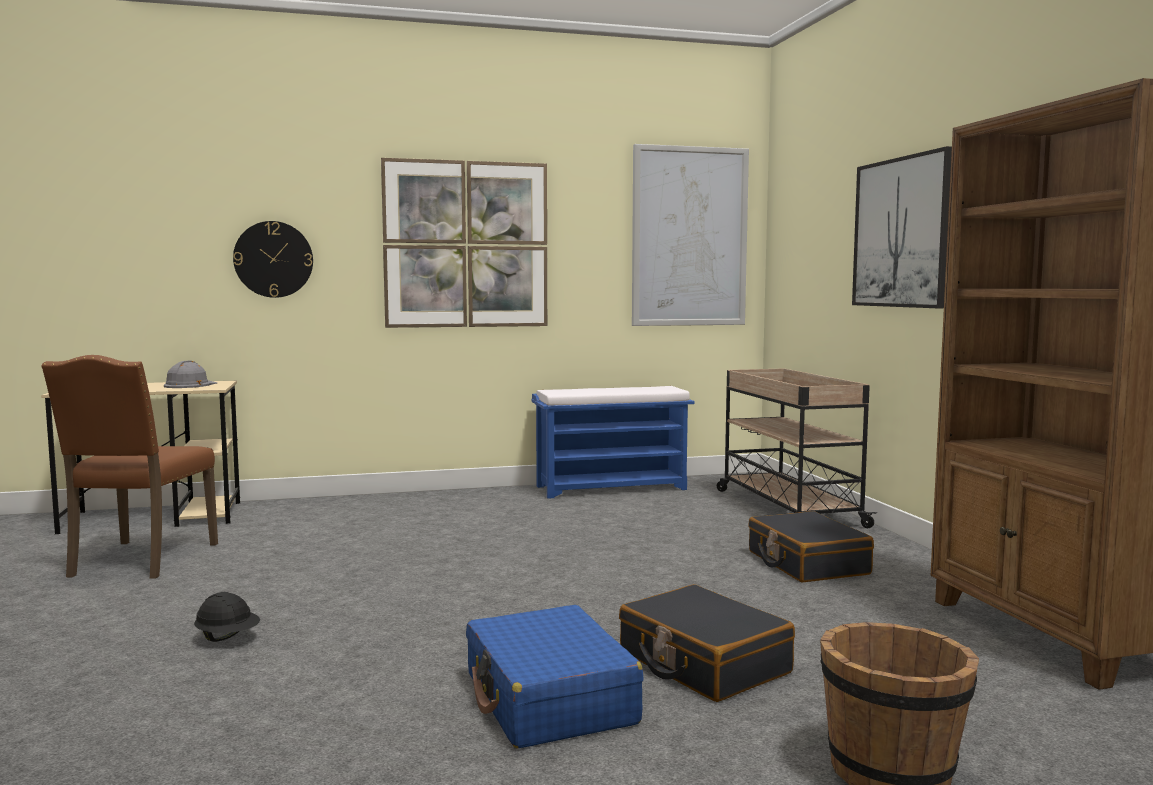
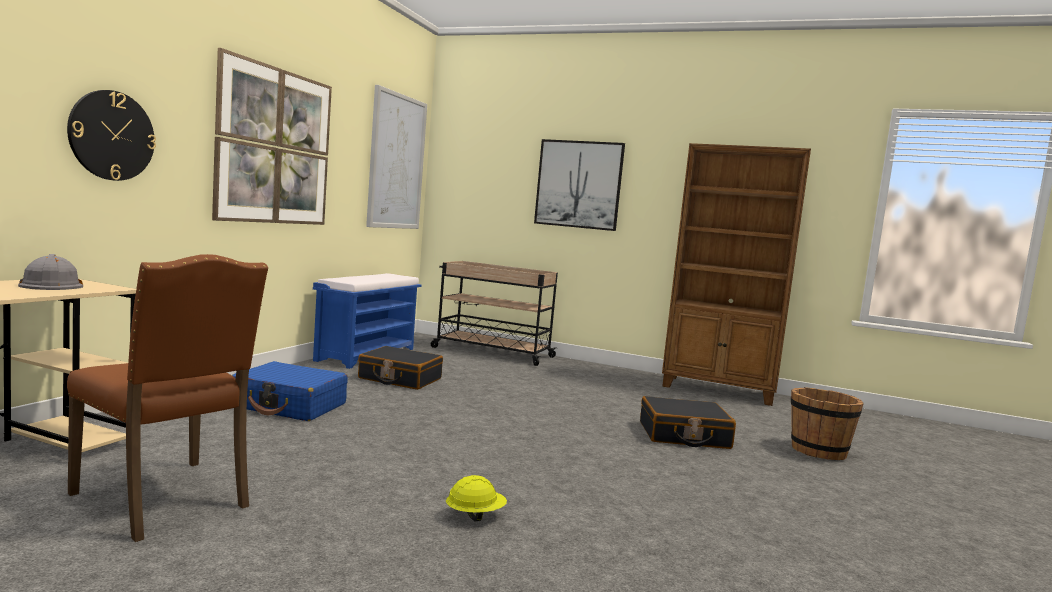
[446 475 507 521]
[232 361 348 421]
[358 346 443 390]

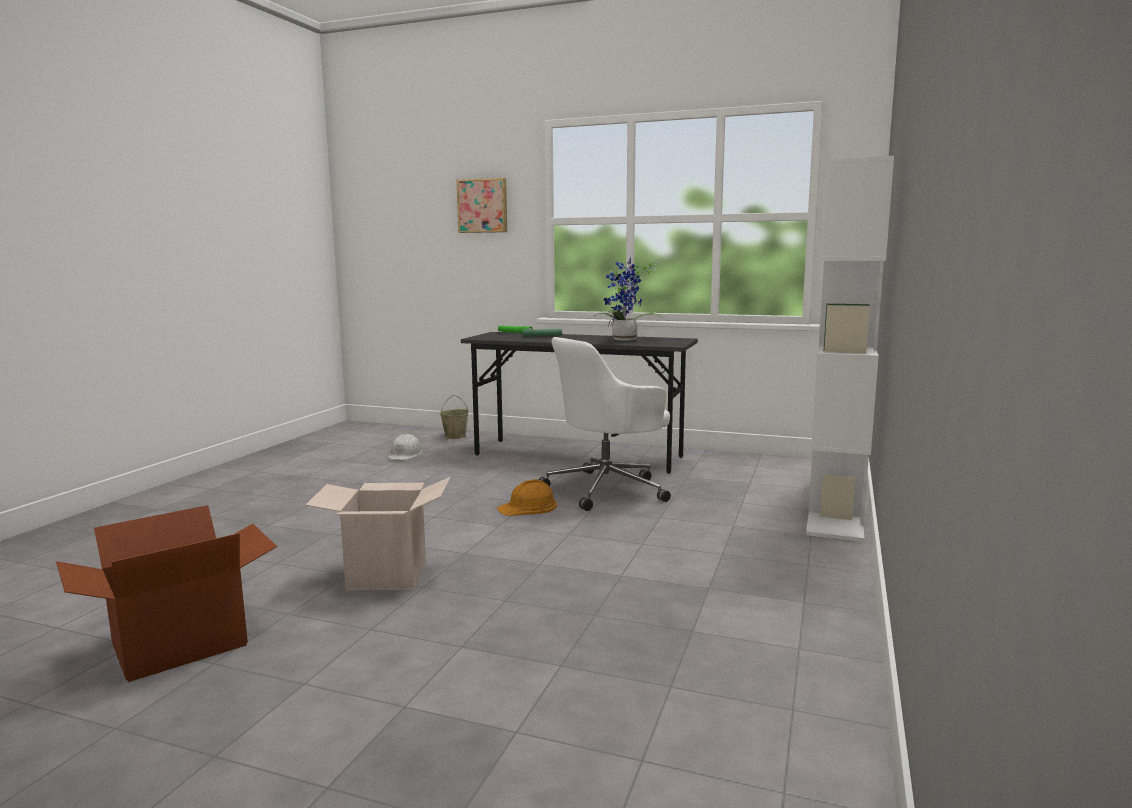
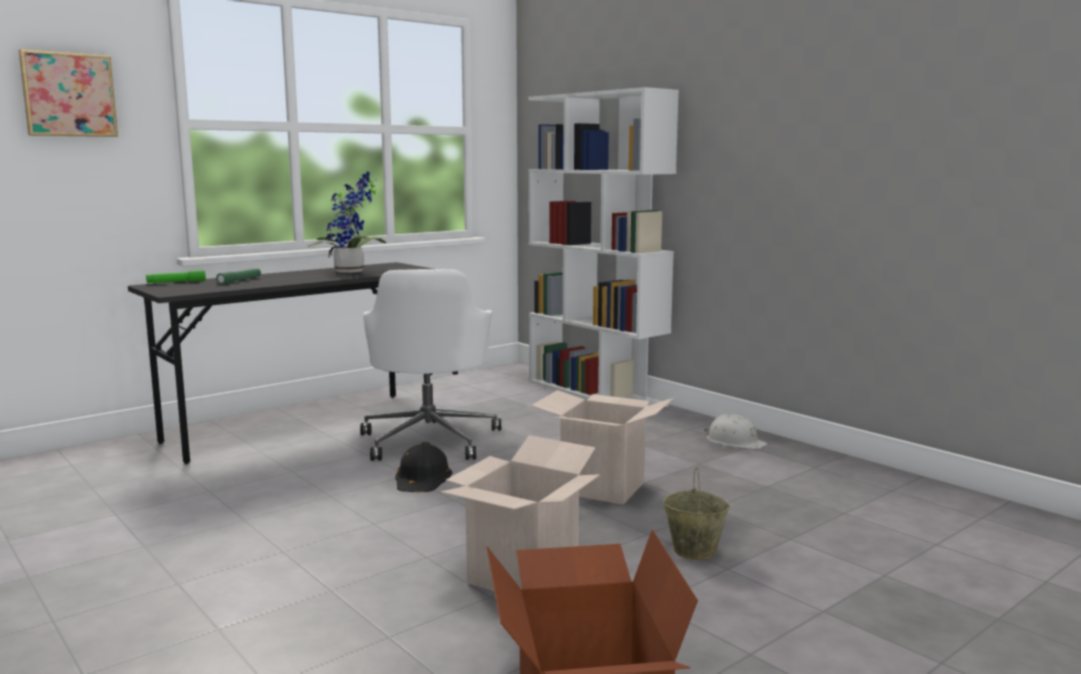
[704 414 768 449]
[663 468 730 560]
[395 442 452 492]
[531 390 675 505]

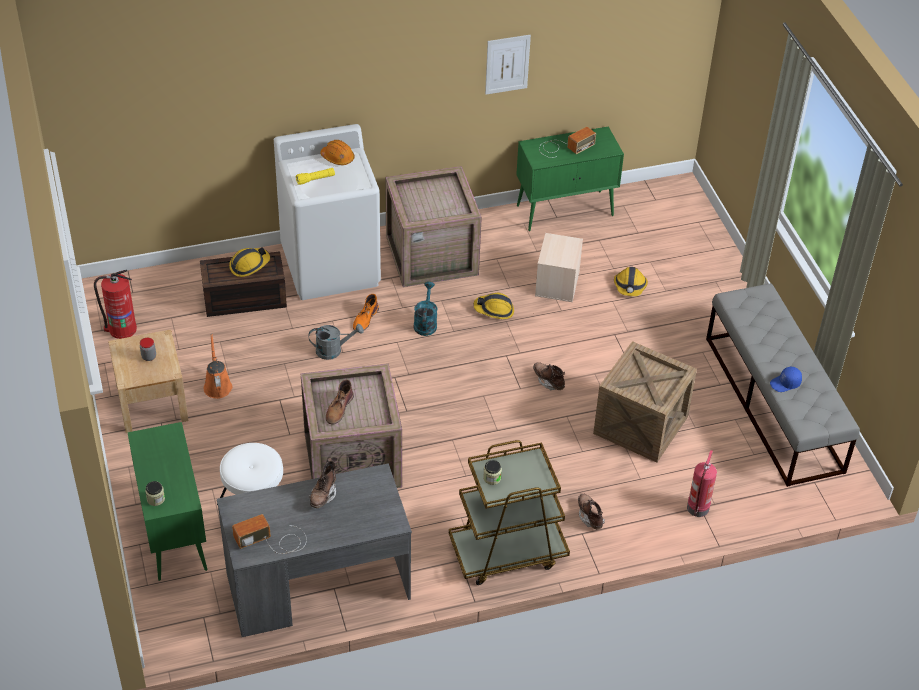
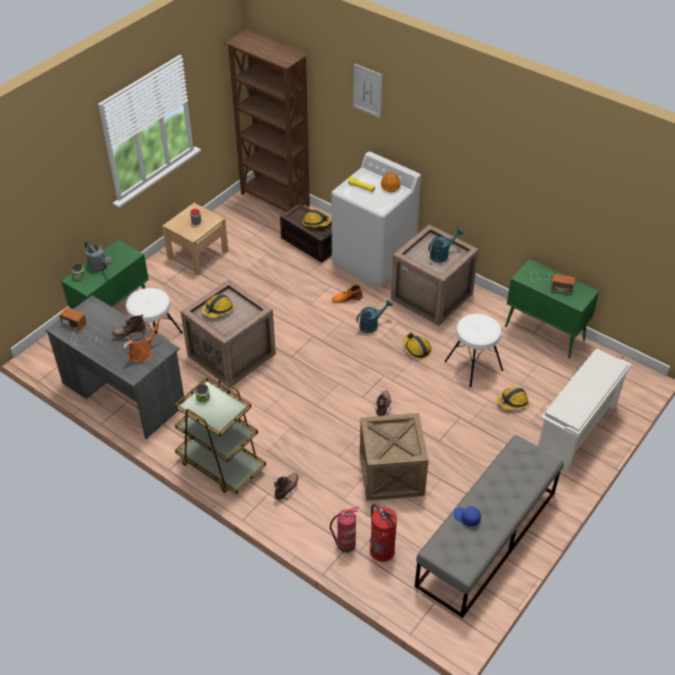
[370 504 397 562]
[122 315 163 362]
[85 241 112 272]
[202 294 234 318]
[353 64 382 118]
[444 314 503 388]
[225 29 310 212]
[428 228 463 262]
[538 349 631 472]

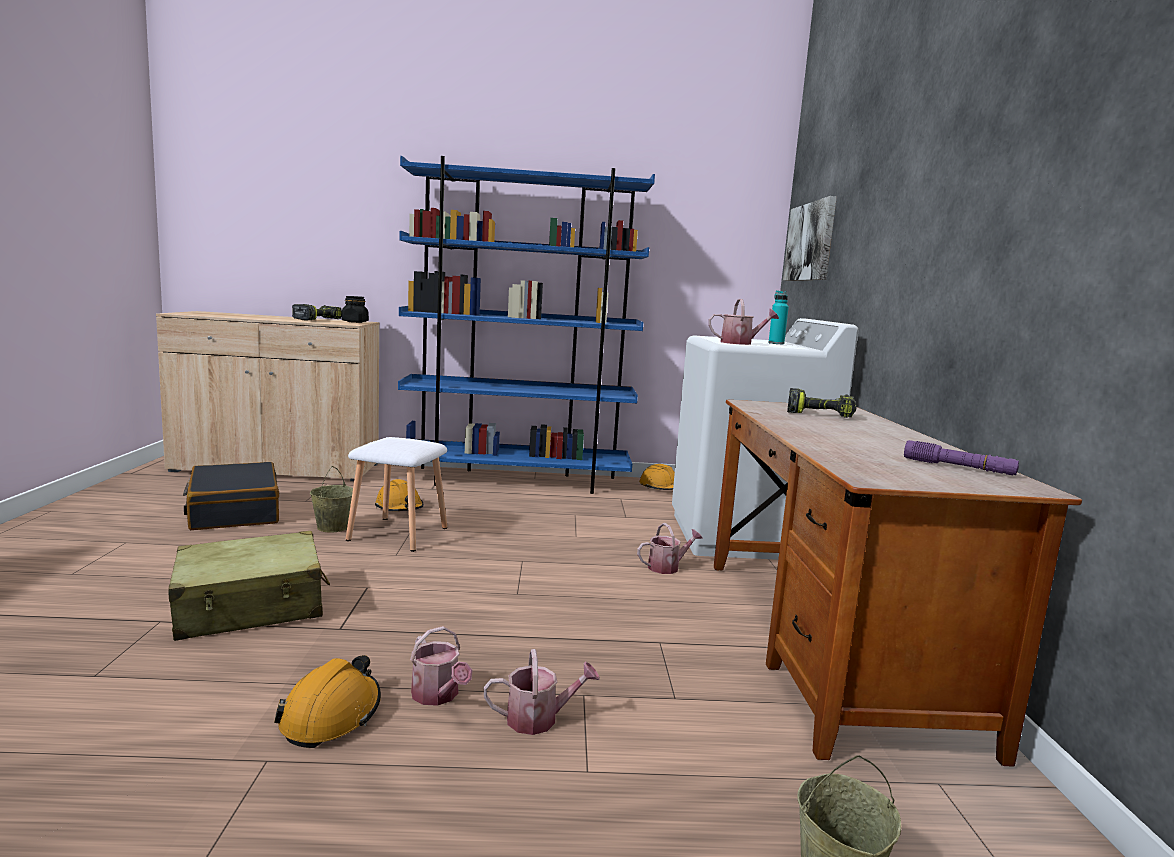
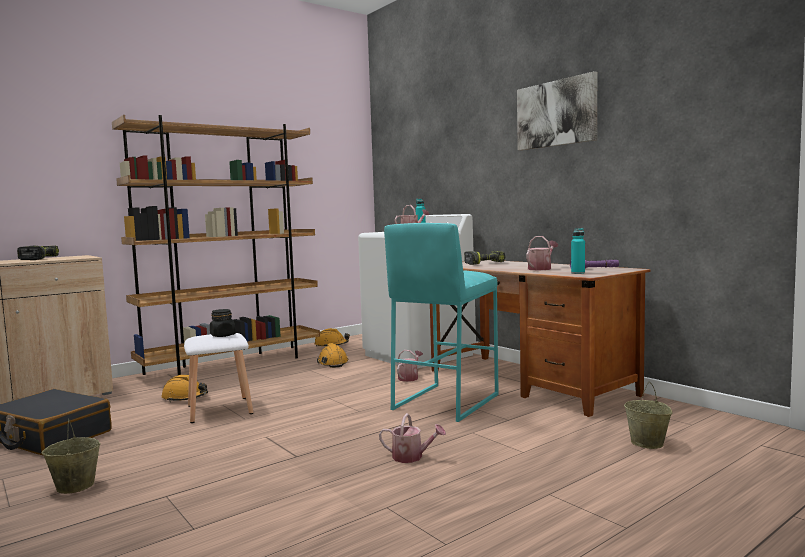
[168 531 330 641] (first image)
[317 343 349 368]
[42 419 101 494]
[210 309 236 337]
[112 115 320 375]
[526 236 558 270]
[517 71 597 150]
[384 223 499 422]
[571 228 585 274]

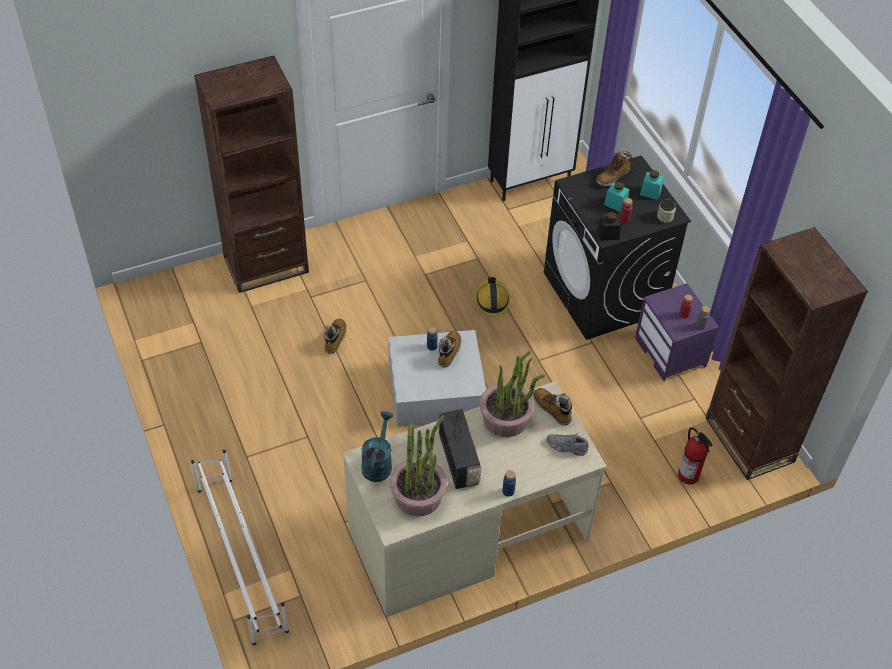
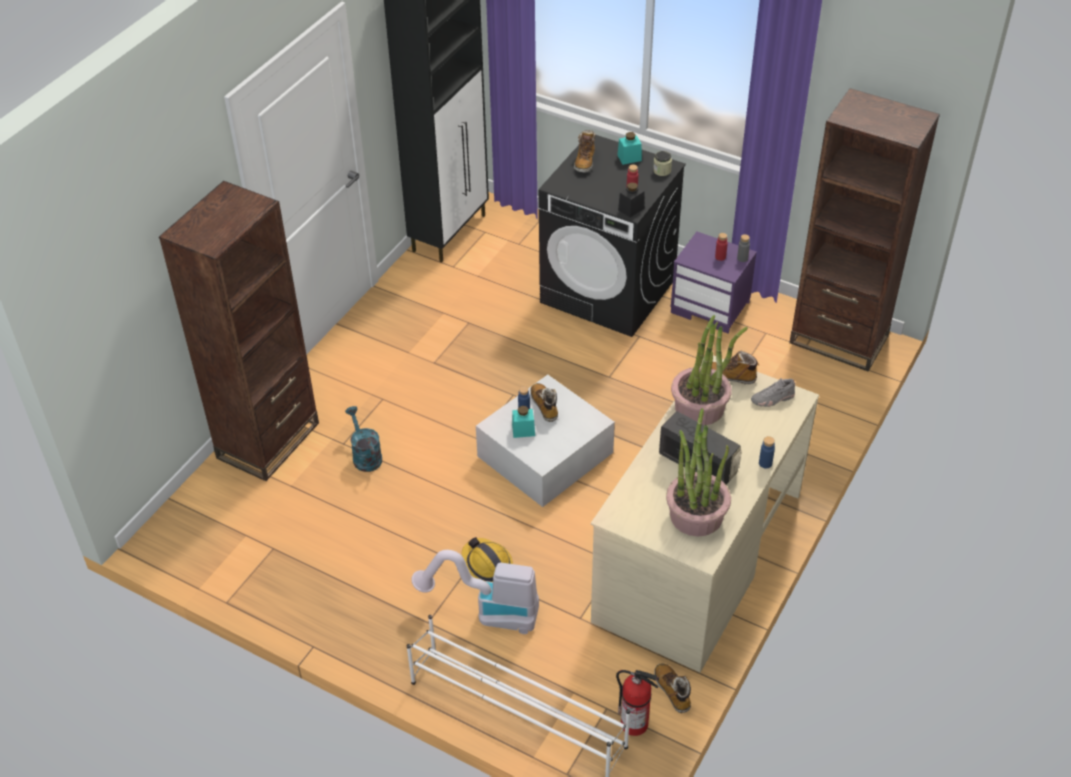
[654 663 691 713]
[345 406 382 472]
[462 537 513 582]
[512 406 535 438]
[616 670 659 736]
[411 550 539 634]

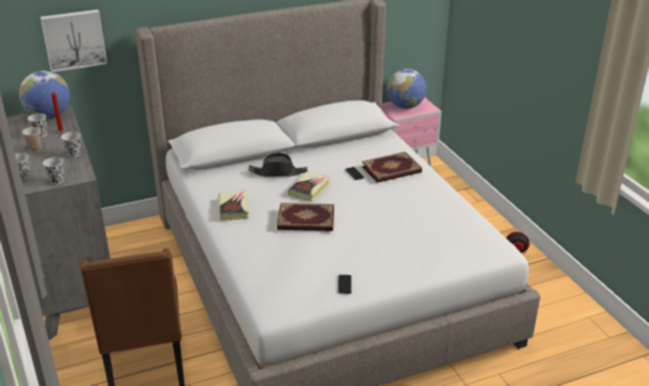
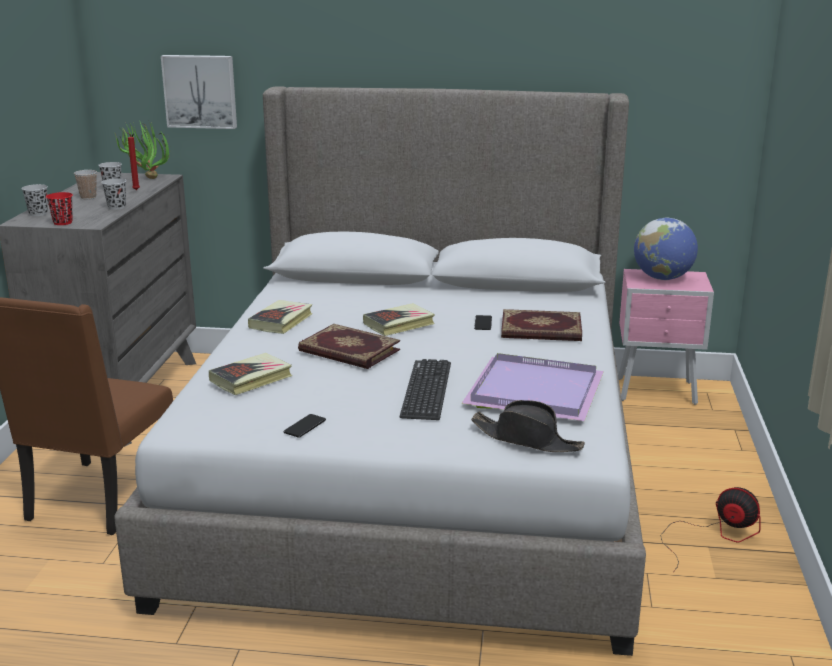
[114 122 170 179]
[46 192 73 225]
[471 400 585 452]
[209 353 292 395]
[400 359 451 420]
[461 353 604 421]

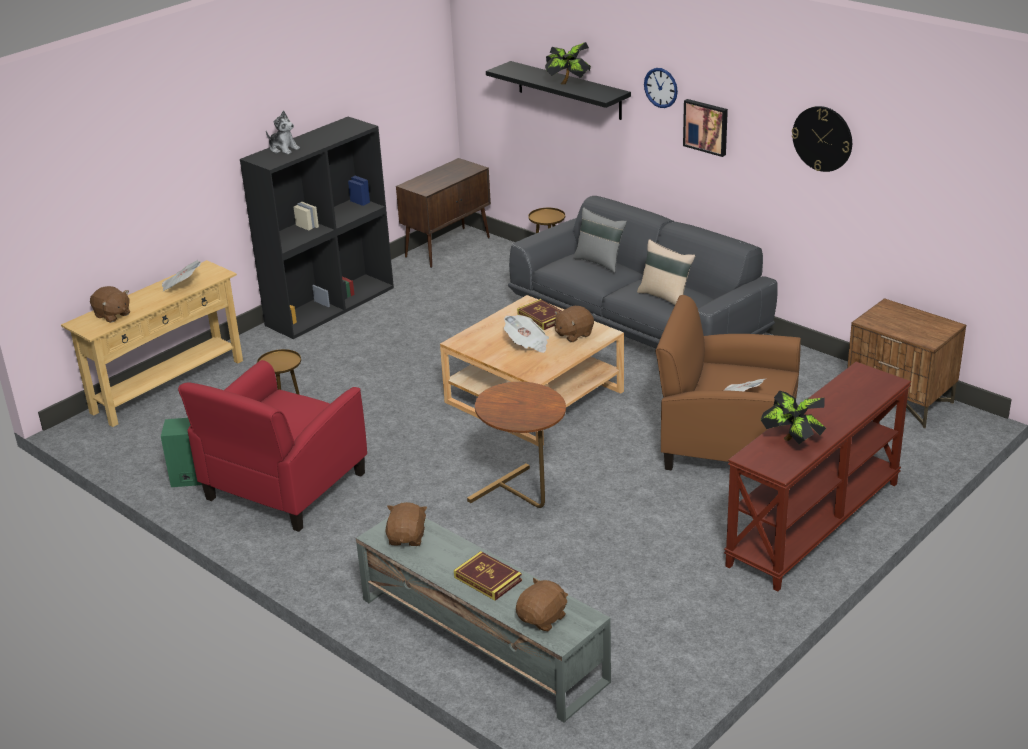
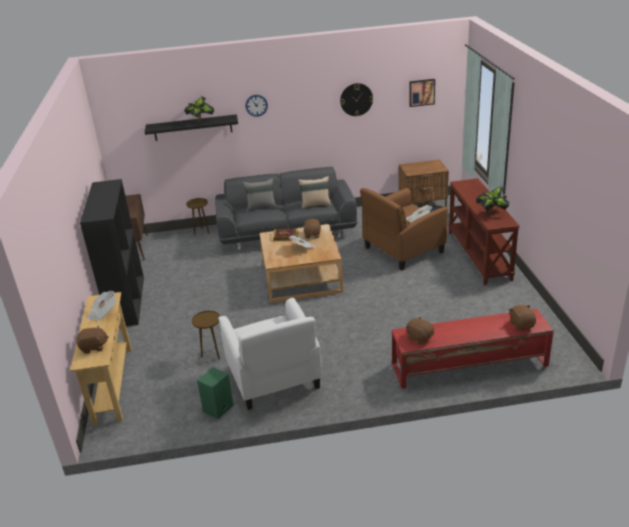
[218 298 322 410]
[266 111 300 154] (first image)
[392 309 554 389]
[454 551 522 601] (first image)
[467 382 566 508] (first image)
[409 79 435 107]

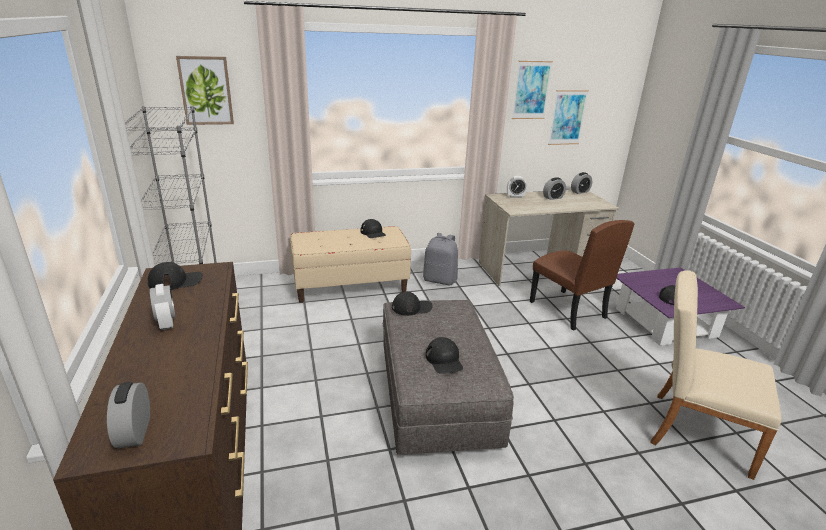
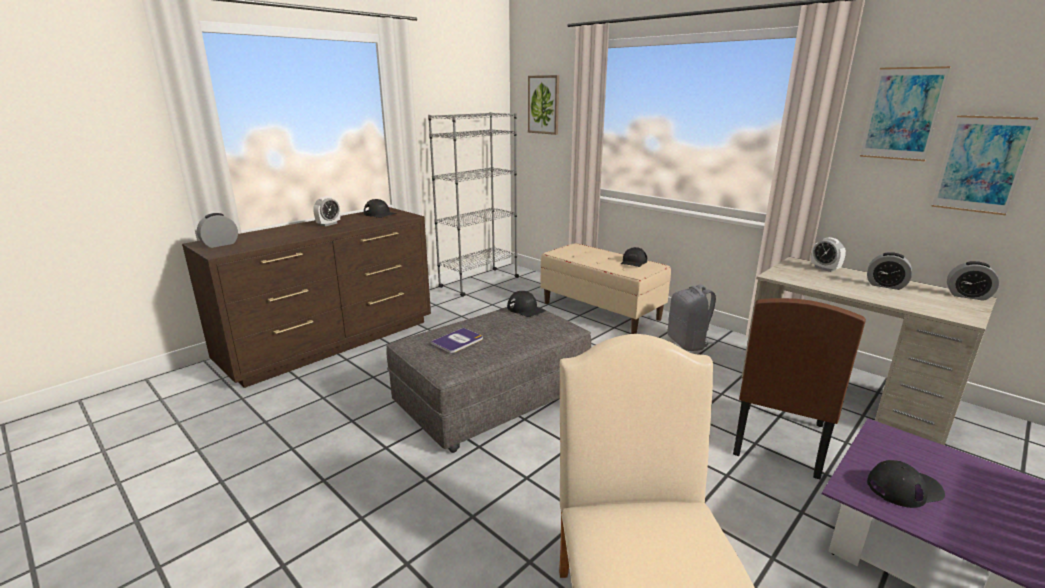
[431 328 483 353]

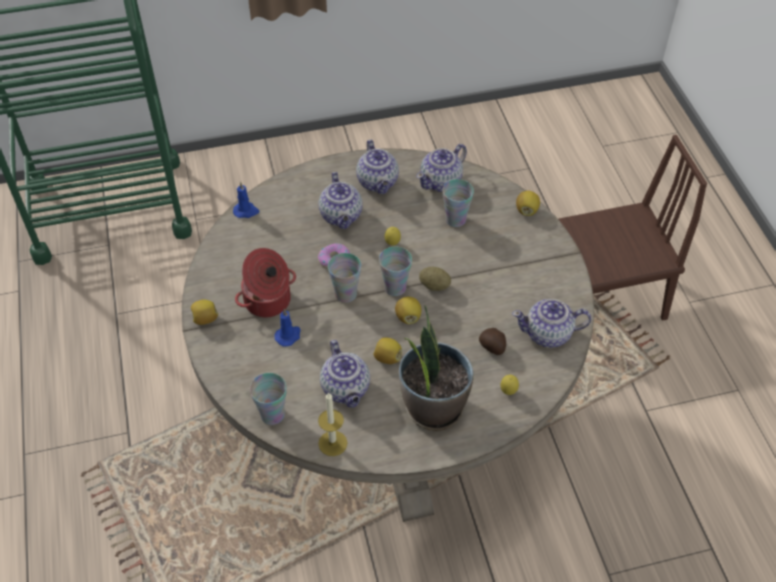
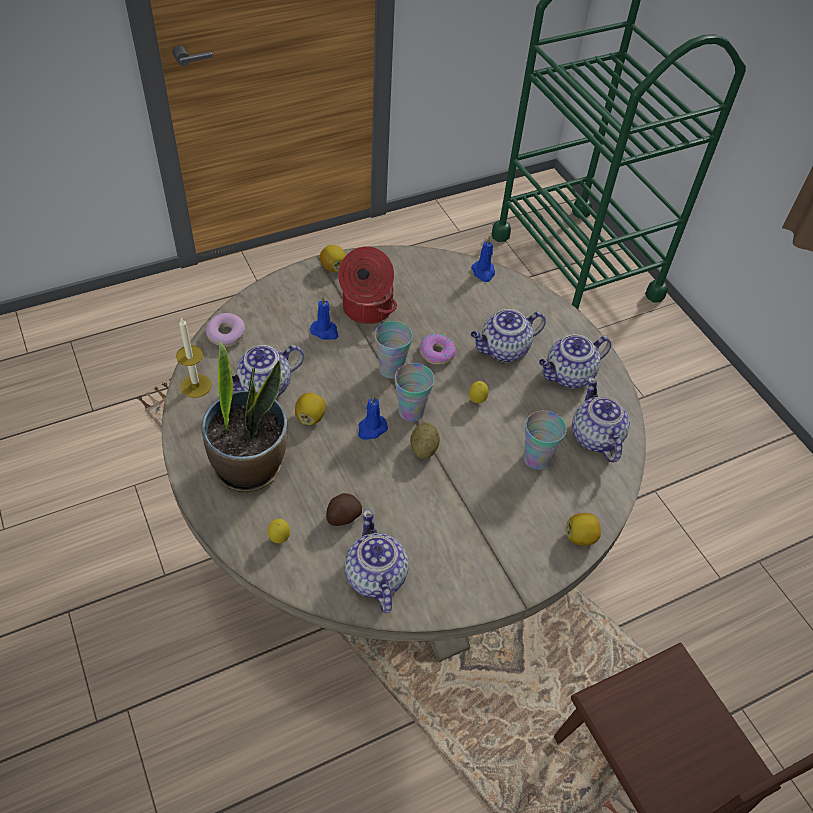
[206 313 245 347]
[358 395 388 440]
[572 377 630 463]

